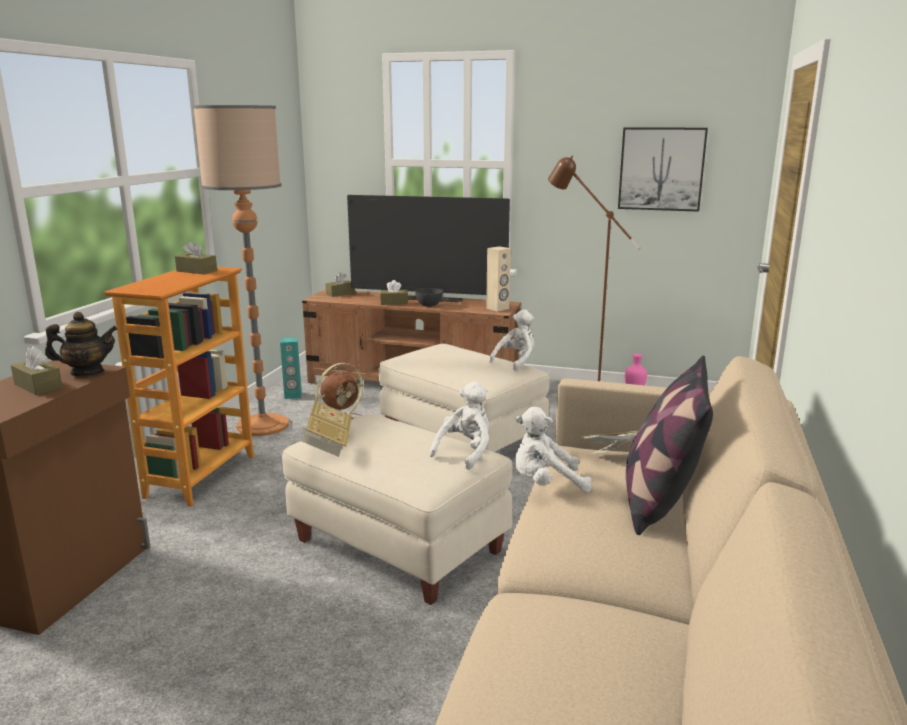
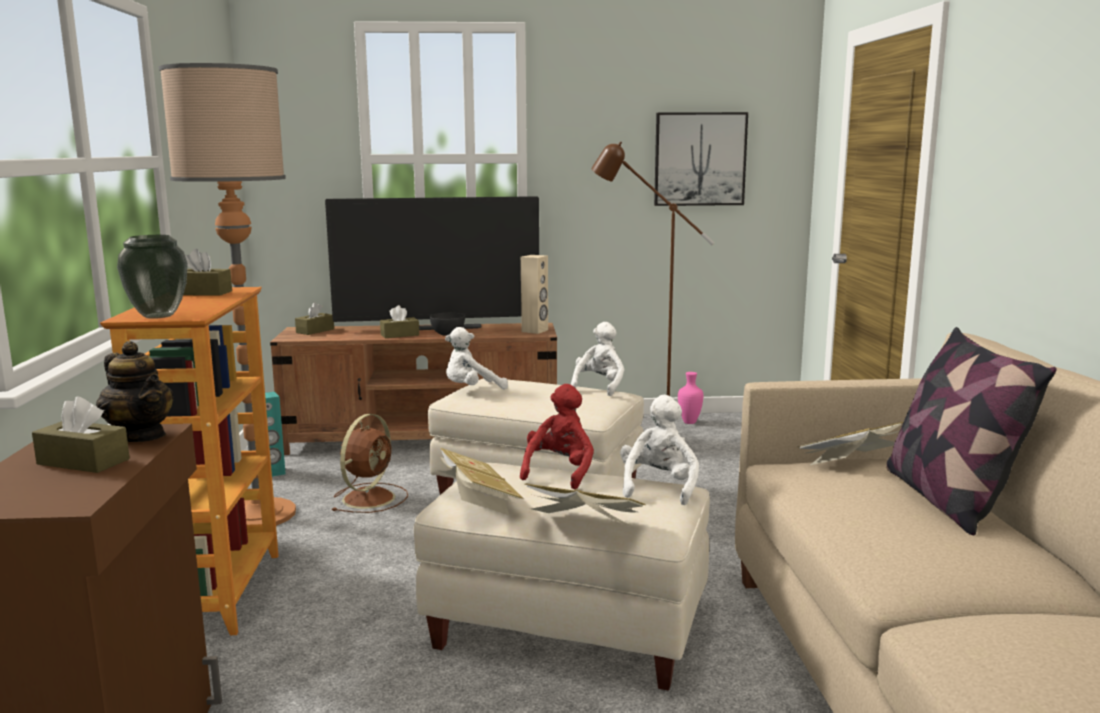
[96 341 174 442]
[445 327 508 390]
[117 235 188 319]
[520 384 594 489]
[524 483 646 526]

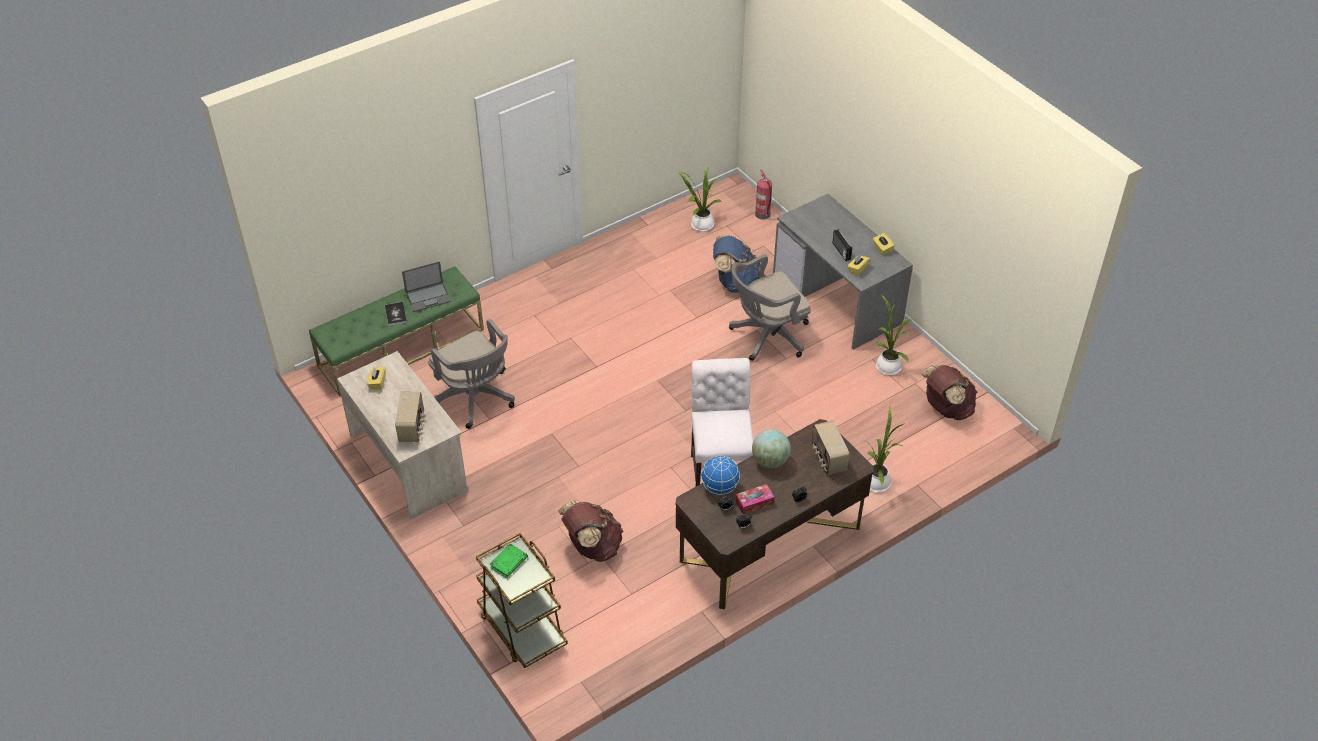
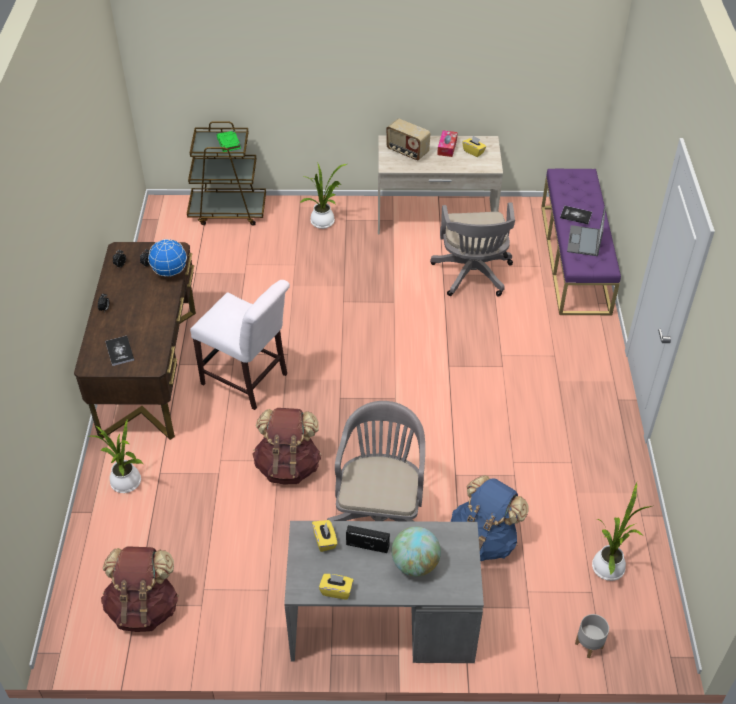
[541 169 621 315]
[430 202 515 297]
[252 408 321 484]
[437 130 458 157]
[392 526 441 577]
[575 614 609 658]
[105 336 134 366]
[299 164 347 229]

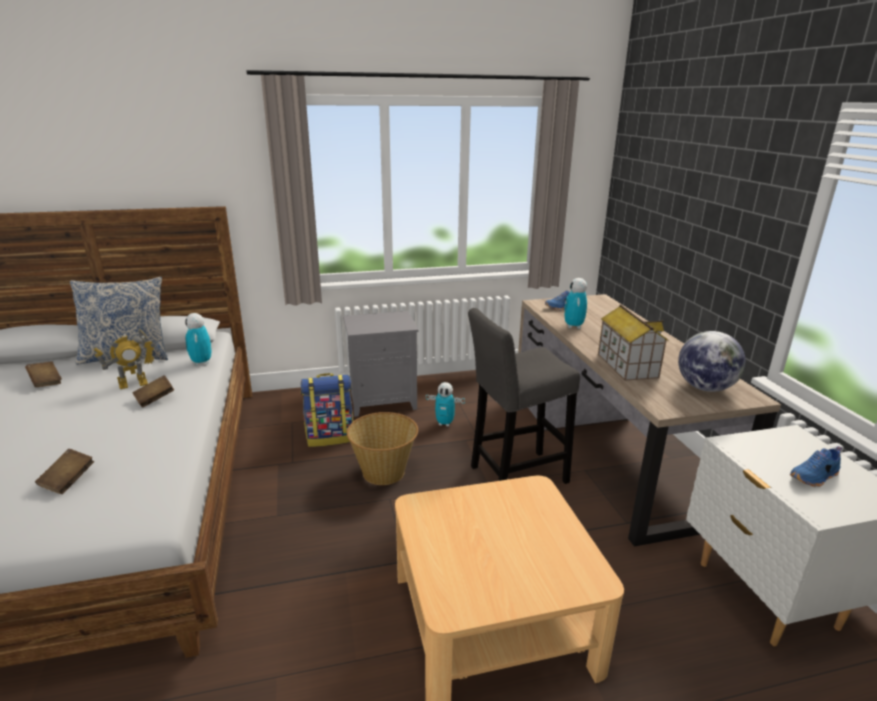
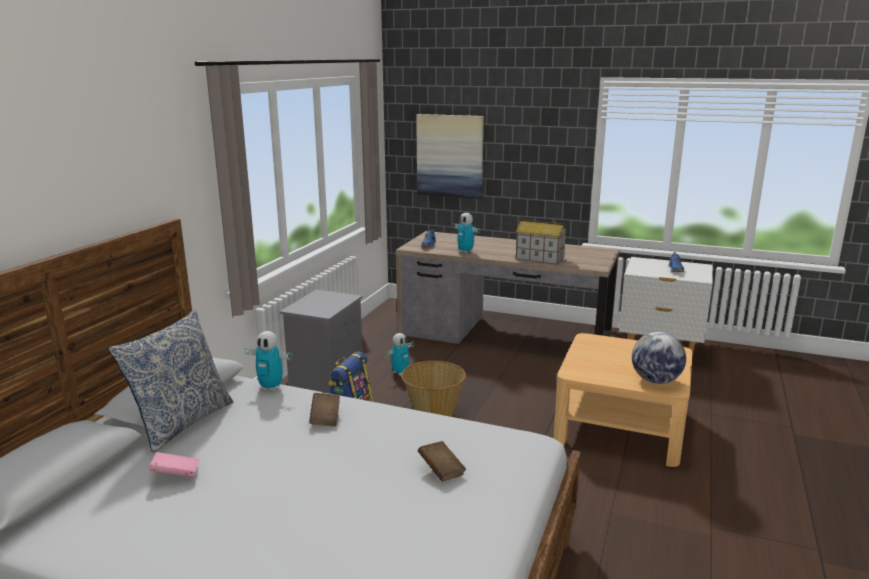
[149 452 200 478]
[93 328 156 389] (first image)
[468 308 580 484] (first image)
[632 332 686 384]
[416 114 484 199]

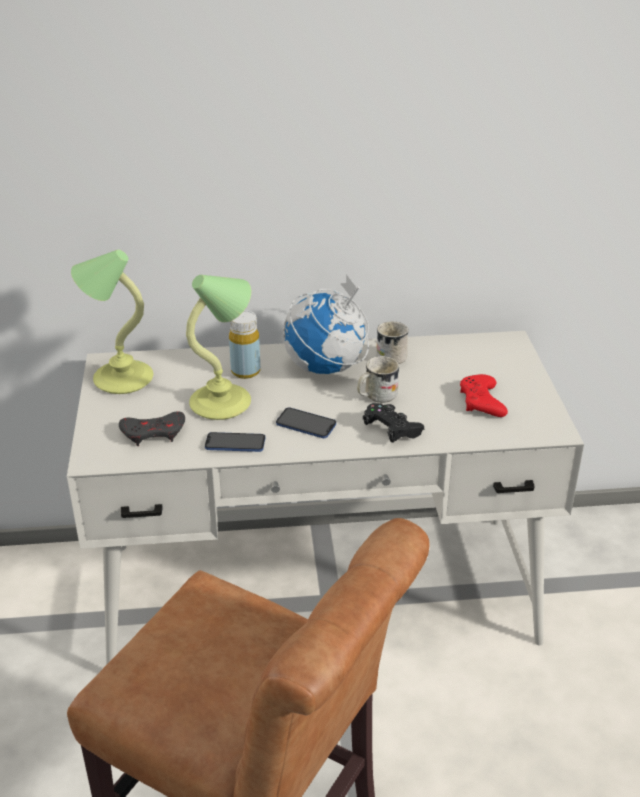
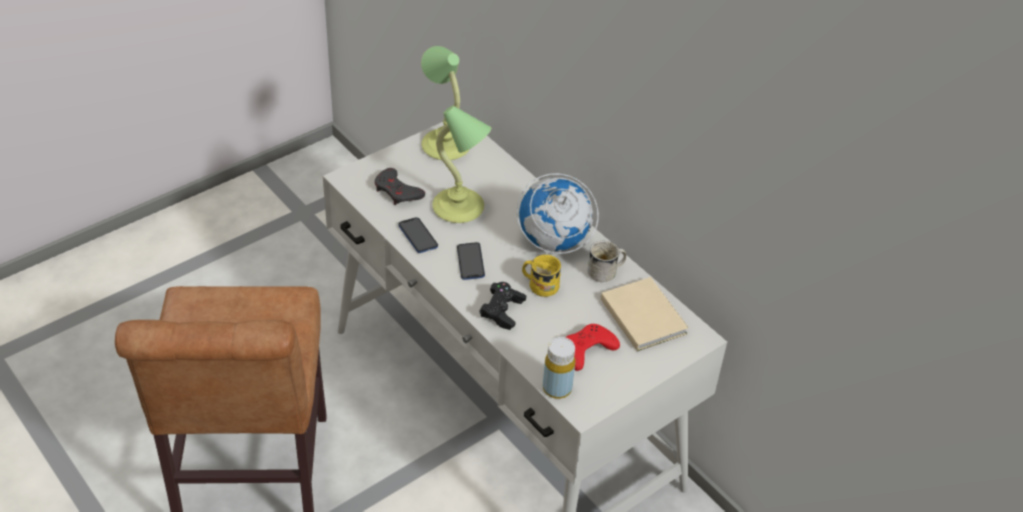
[543 337 575 399]
[522 255 561 297]
[601 277 689 351]

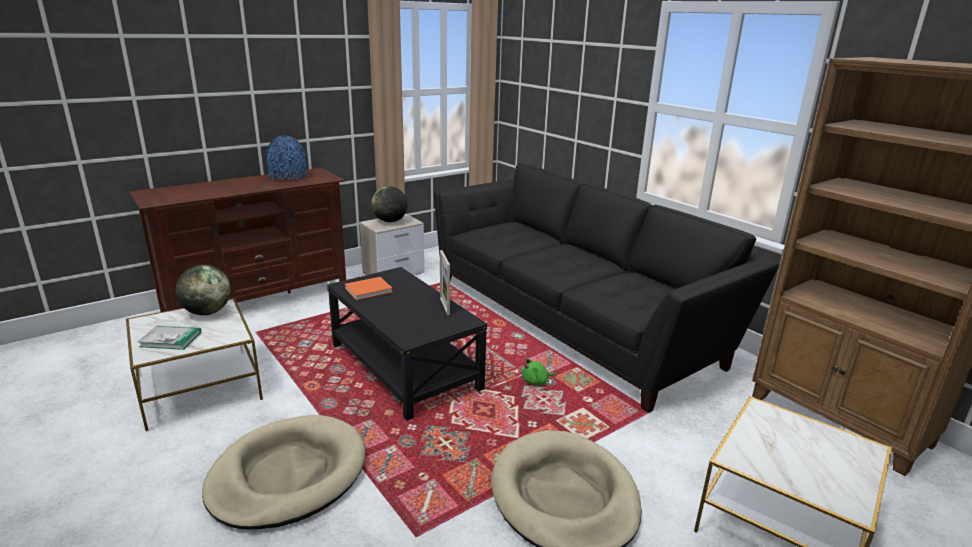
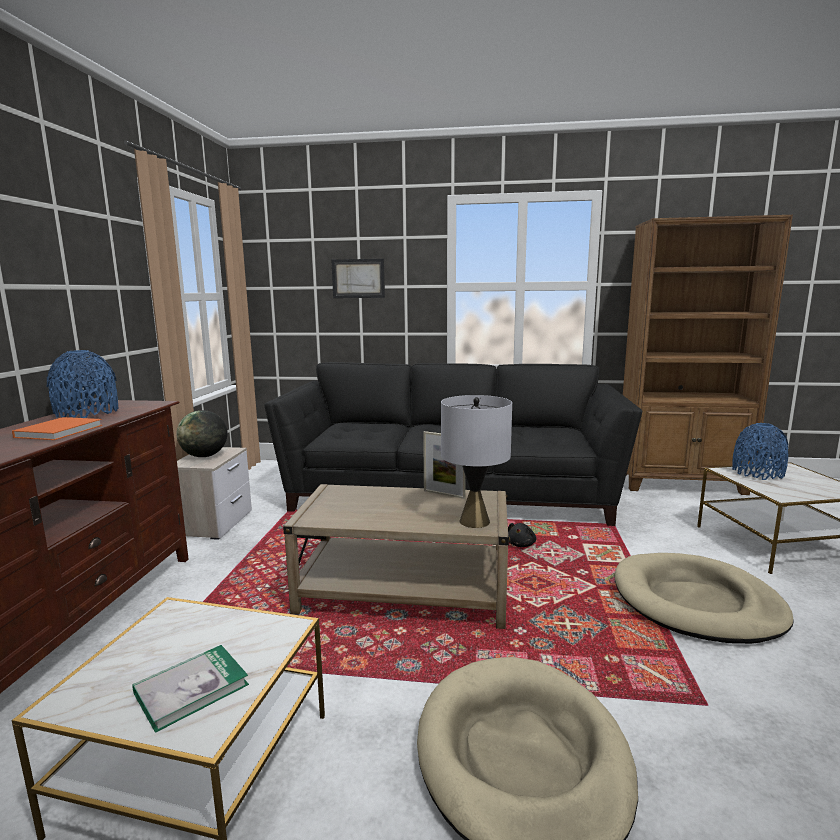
[176 264 231 315] (first image)
[283 484 510 629]
[12 417 102 440]
[508 523 536 547]
[332 259 385 298]
[441 395 512 528]
[732 423 788 480]

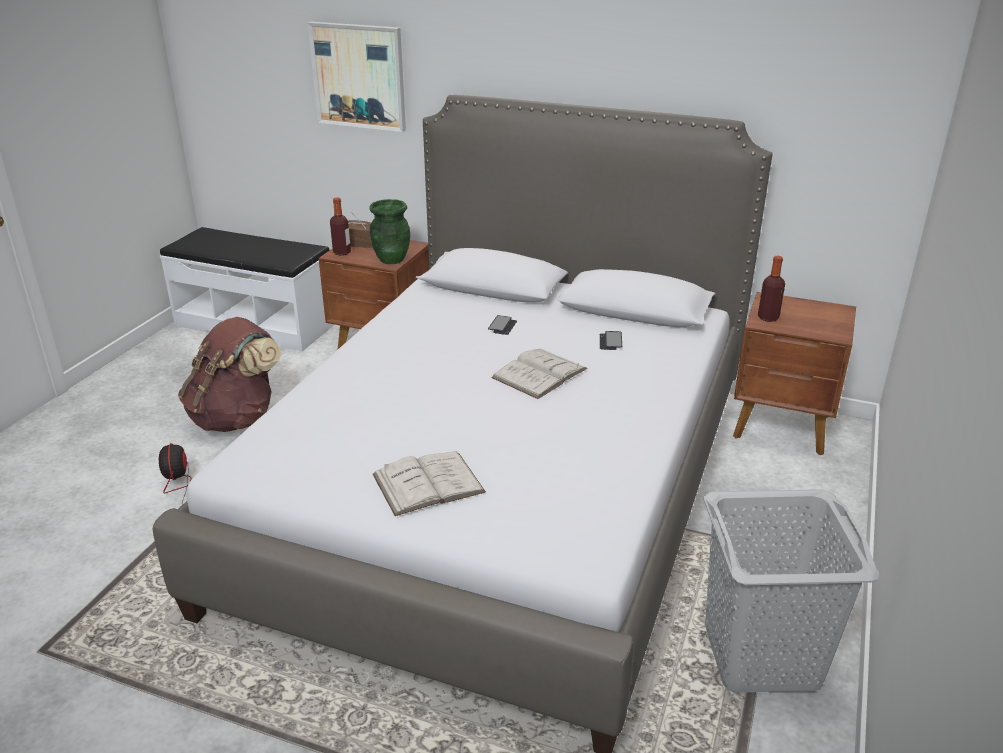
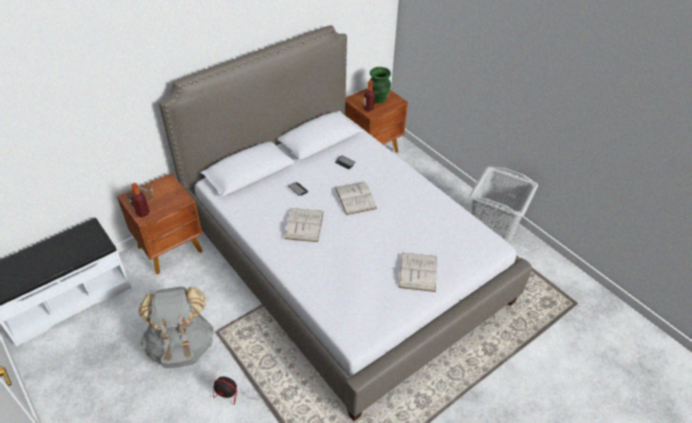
[138 286 214 368]
[308 22 406 132] (first image)
[370 67 391 103]
[284 208 324 242]

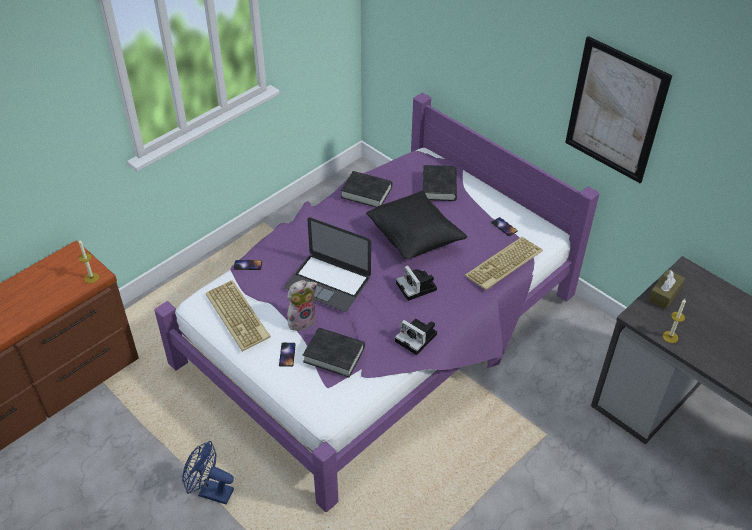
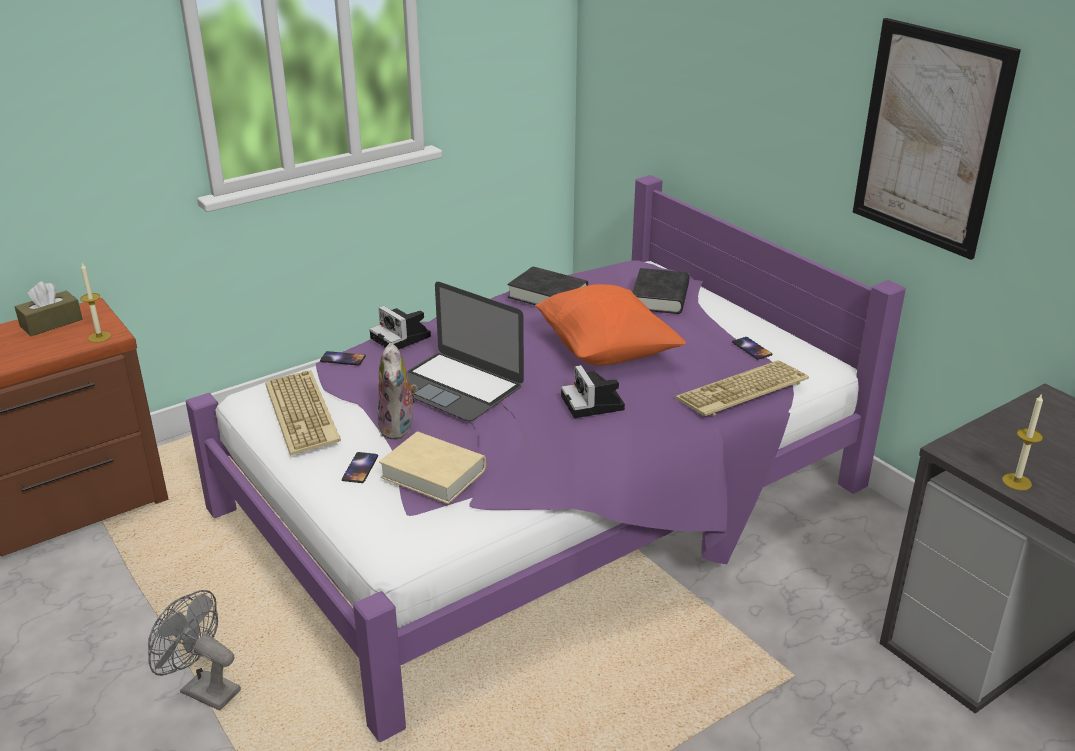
[148 590 241 711]
[377 343 418 440]
[379 432 486 504]
[535 284 686 365]
[369 306 431 349]
[15 281 82 336]

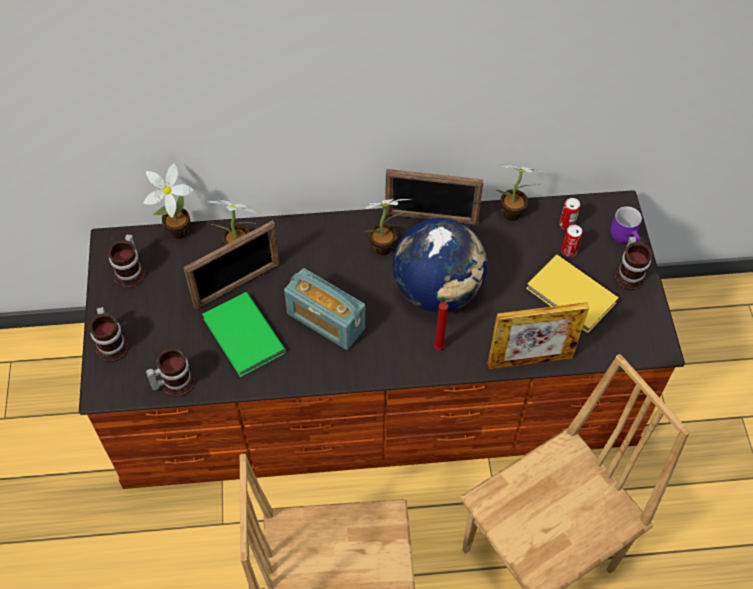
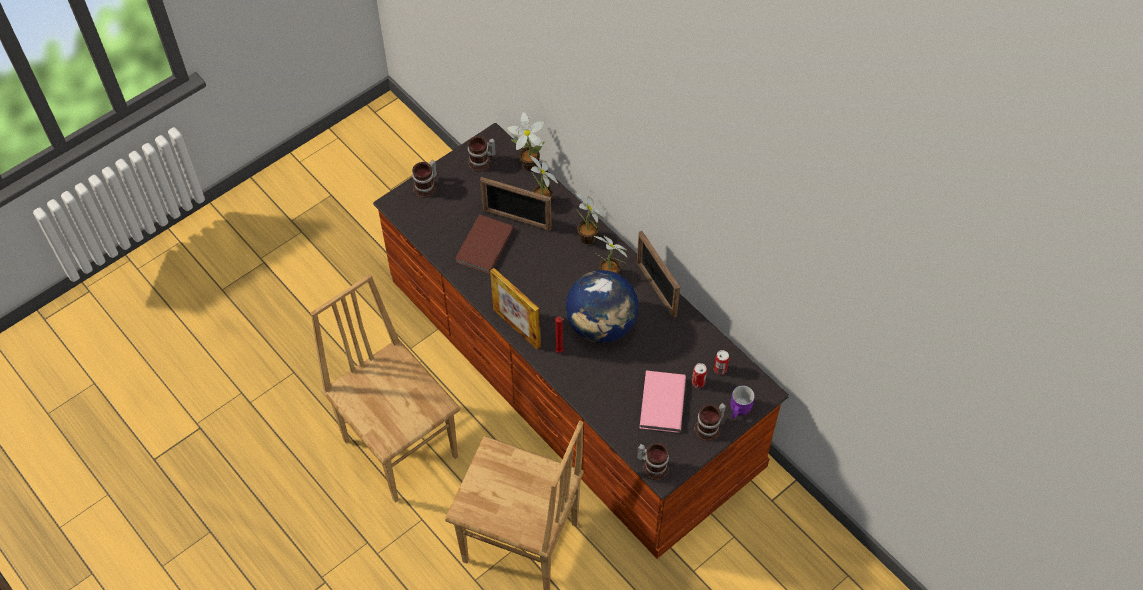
[637 442 669 480]
[455 214 514 274]
[284 268 365 350] (first image)
[490 268 541 349]
[574 192 605 244]
[640 371 686 433]

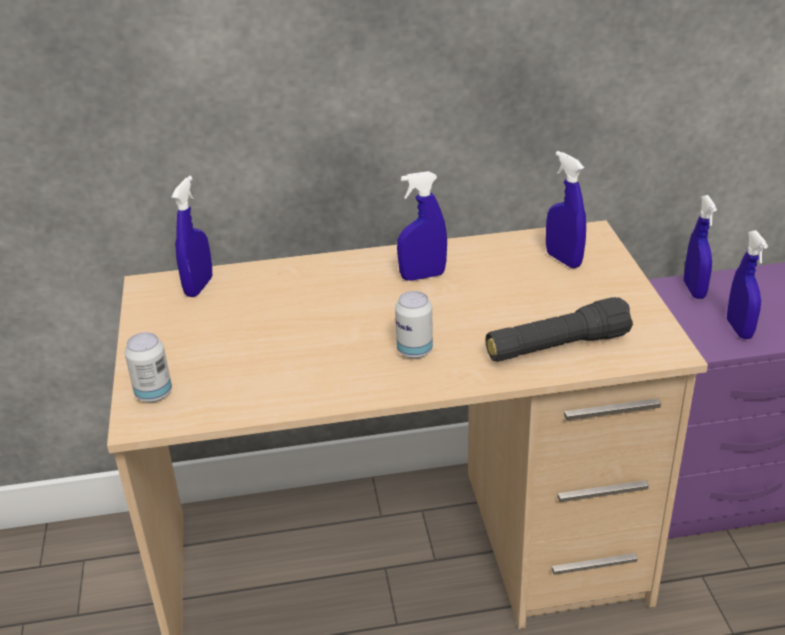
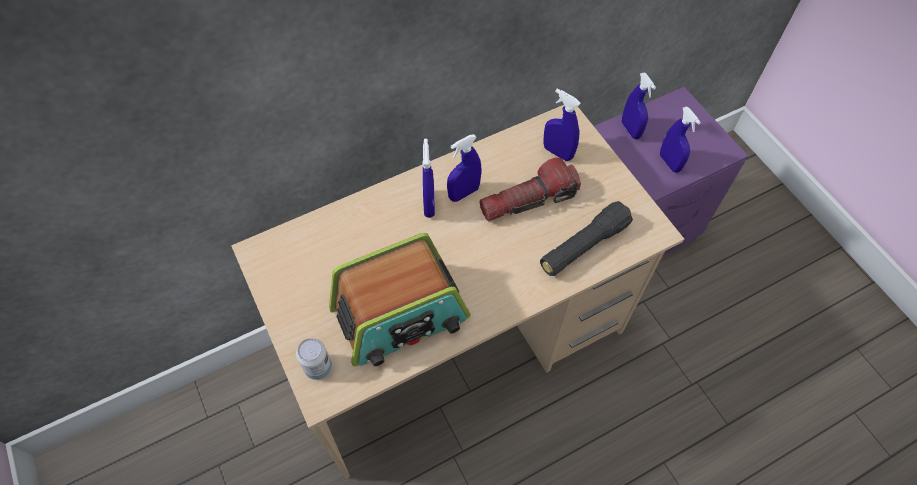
[422 139 435 218]
[395 291 433 359] (first image)
[329 233 471 367]
[479 157 581 222]

